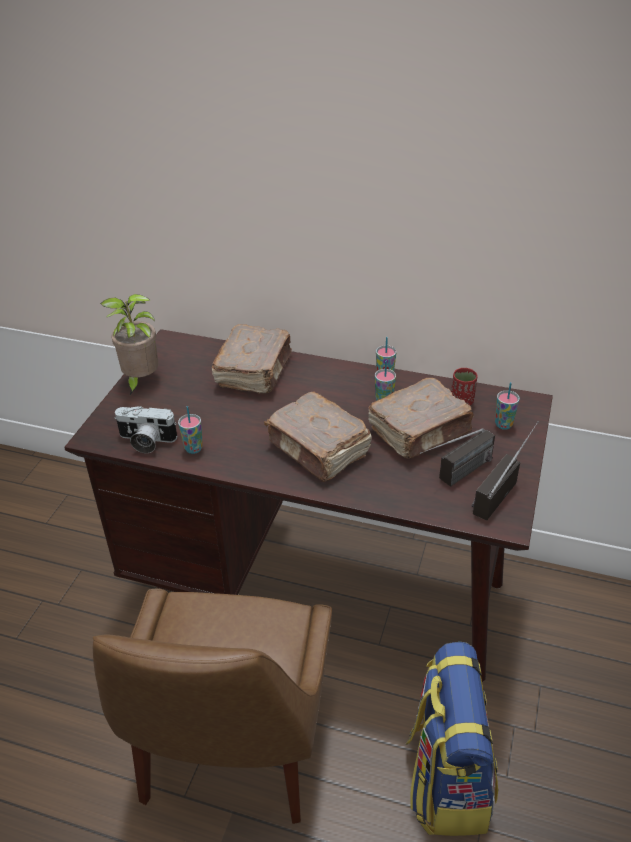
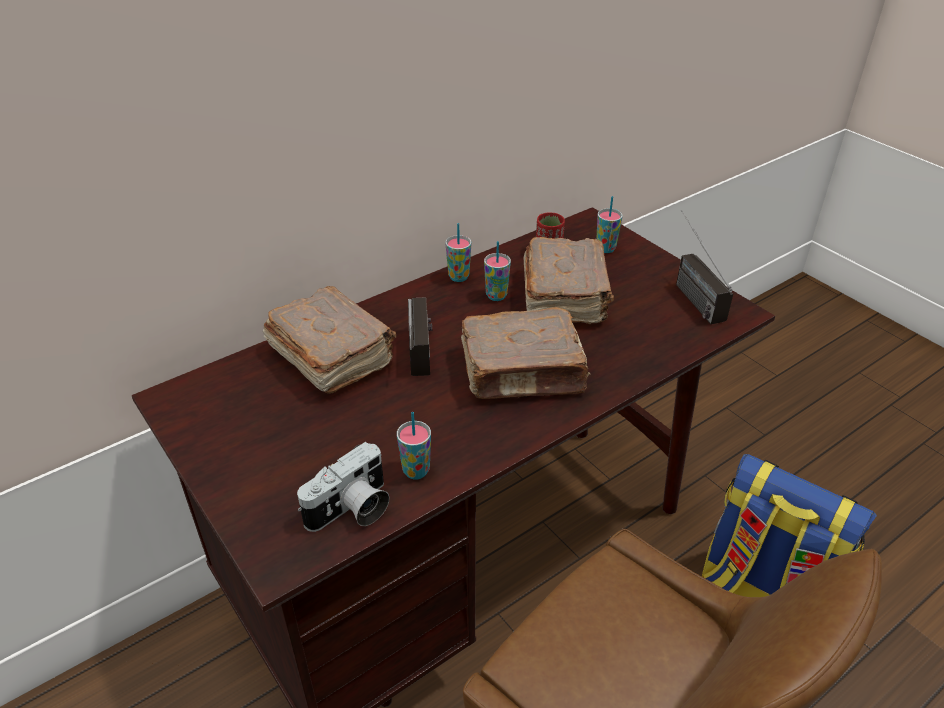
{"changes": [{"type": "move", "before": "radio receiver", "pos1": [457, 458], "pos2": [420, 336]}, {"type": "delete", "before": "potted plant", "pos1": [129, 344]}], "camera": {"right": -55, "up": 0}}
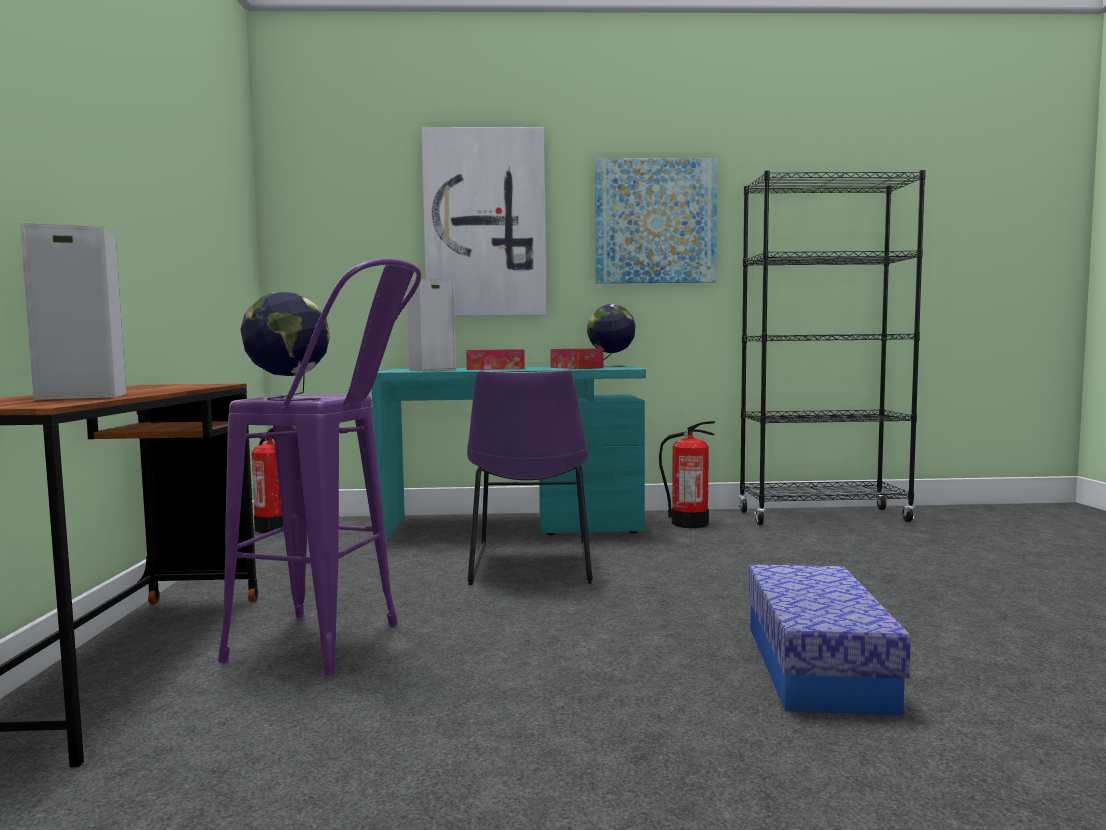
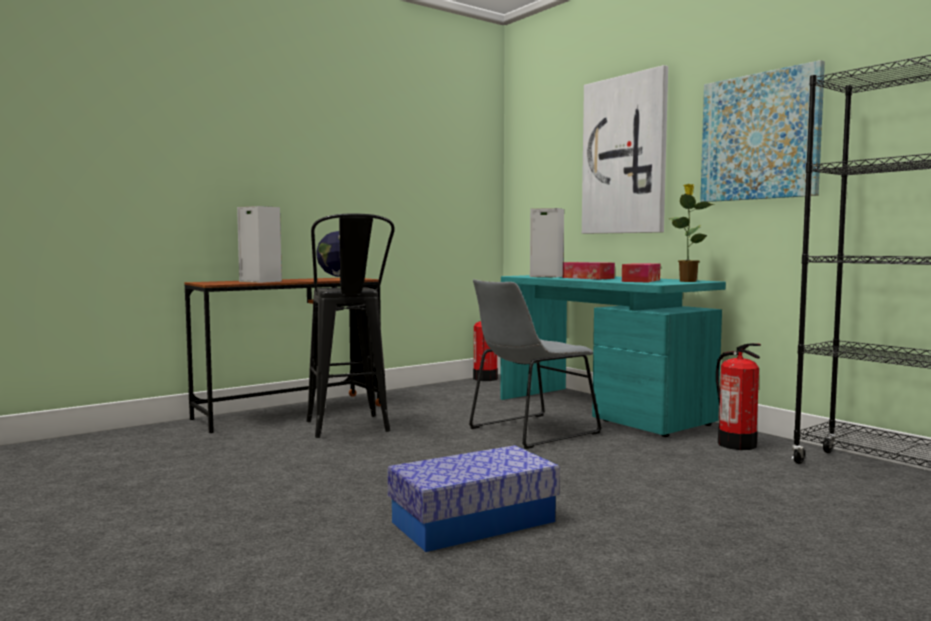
{"changes": [{"type": "recolor", "before": "sitting stool in purplish", "after": "sitting stool in blackish", "pos1": [319, 467], "pos2": [350, 325]}, {"type": "recolor", "before": "upright chair in purplish", "after": "upright chair in greyish", "pos1": [530, 477], "pos2": [535, 364]}, {"type": "replace", "before": "world globe", "after": "potted plant", "pos1": [611, 335], "pos2": [691, 233]}], "camera": {"right": 55, "up": 0}}
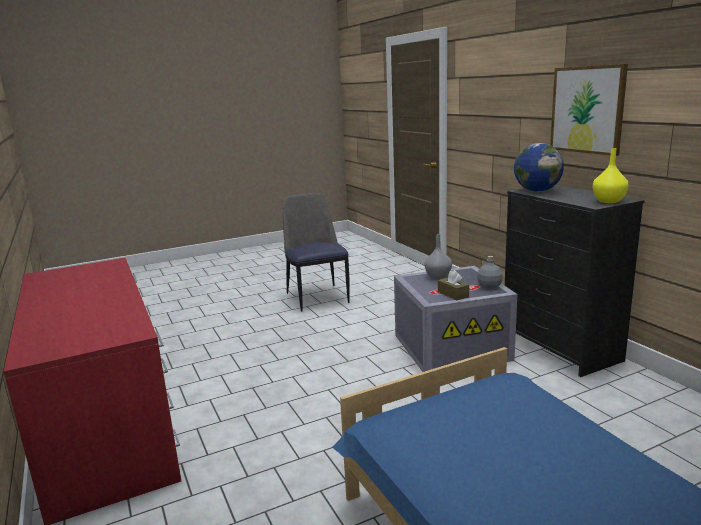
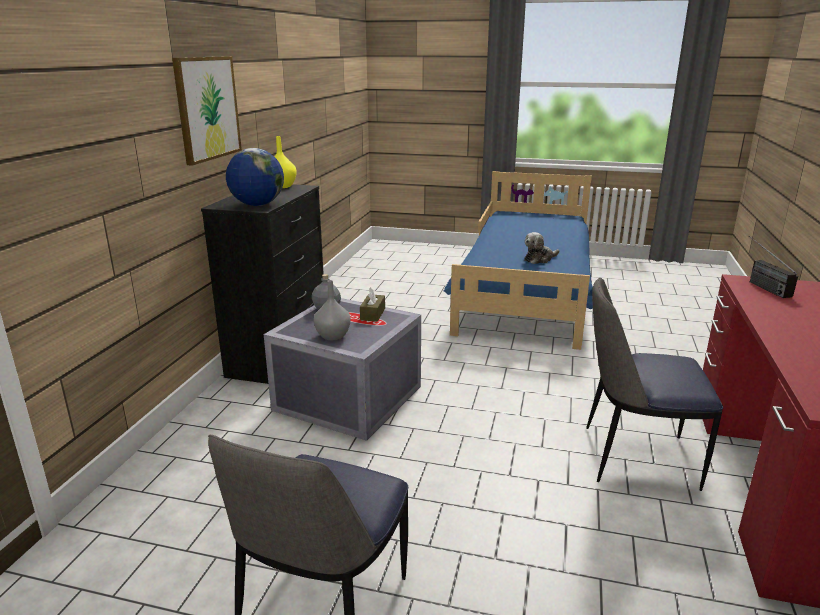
{"changes": [{"type": "insert", "after": "plush toy", "pos2": [541, 248]}, {"type": "insert", "after": "upright chair", "pos2": [654, 384]}, {"type": "insert", "after": "radio receiver", "pos2": [773, 267]}], "camera": {"right": -140, "up": 5}}
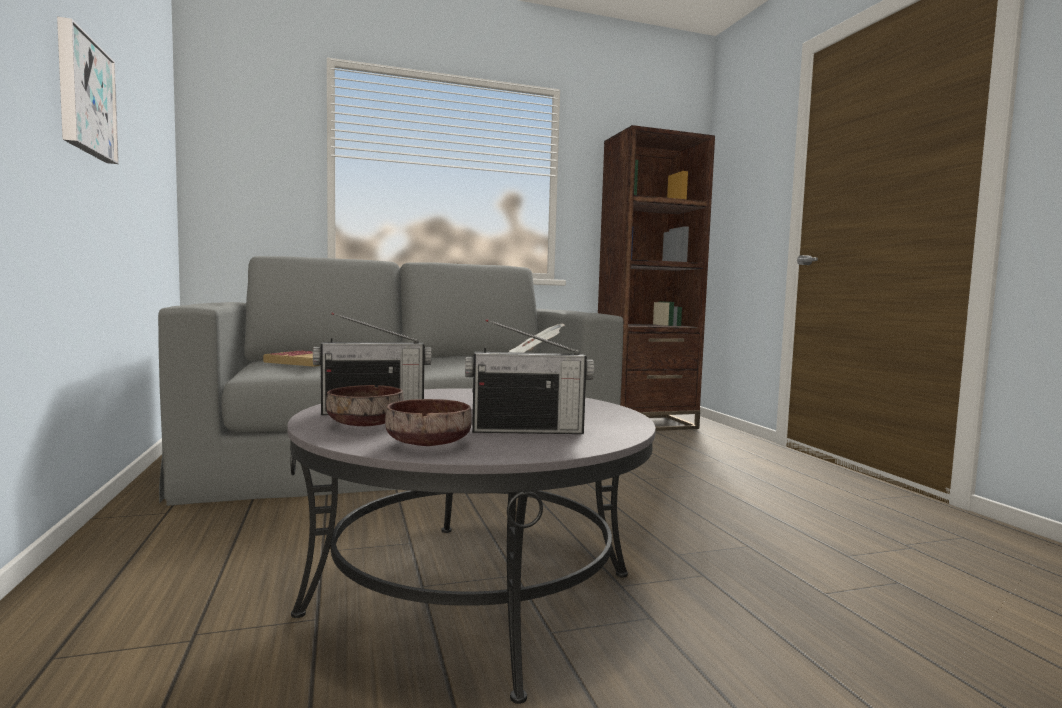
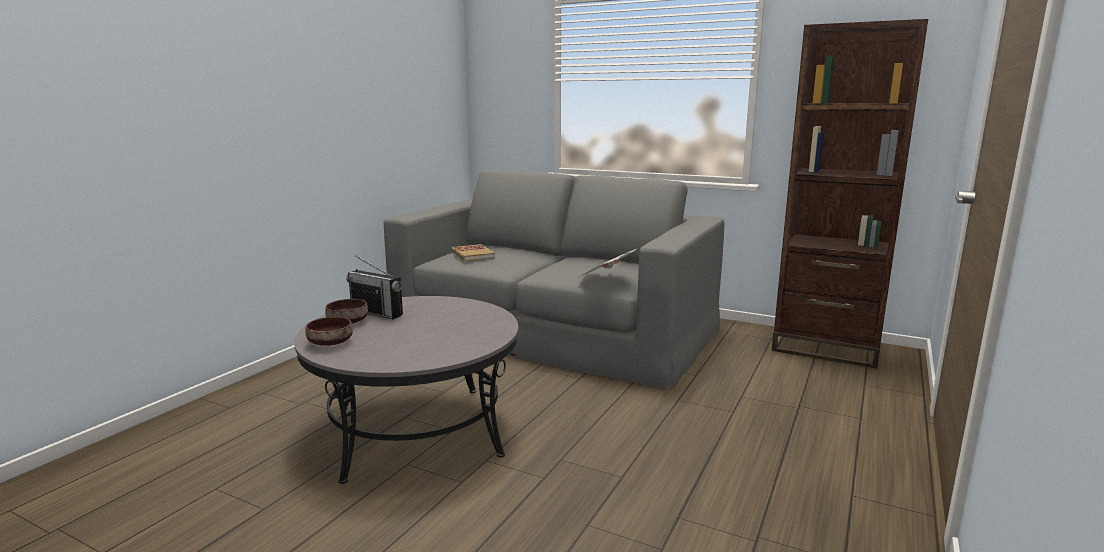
{"changes": [{"type": "delete", "before": "wall art", "pos1": [88, 90]}, {"type": "delete", "before": "radio receiver", "pos1": [529, 376]}], "camera": {"right": 45, "up": 10}}
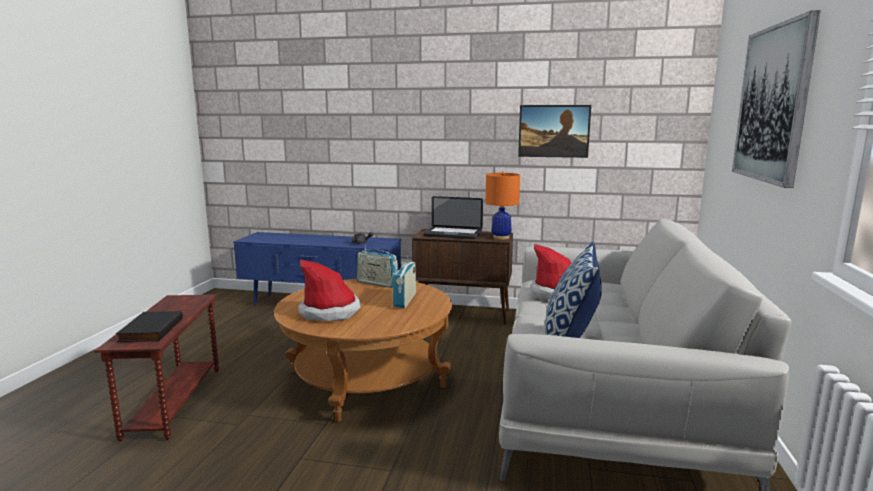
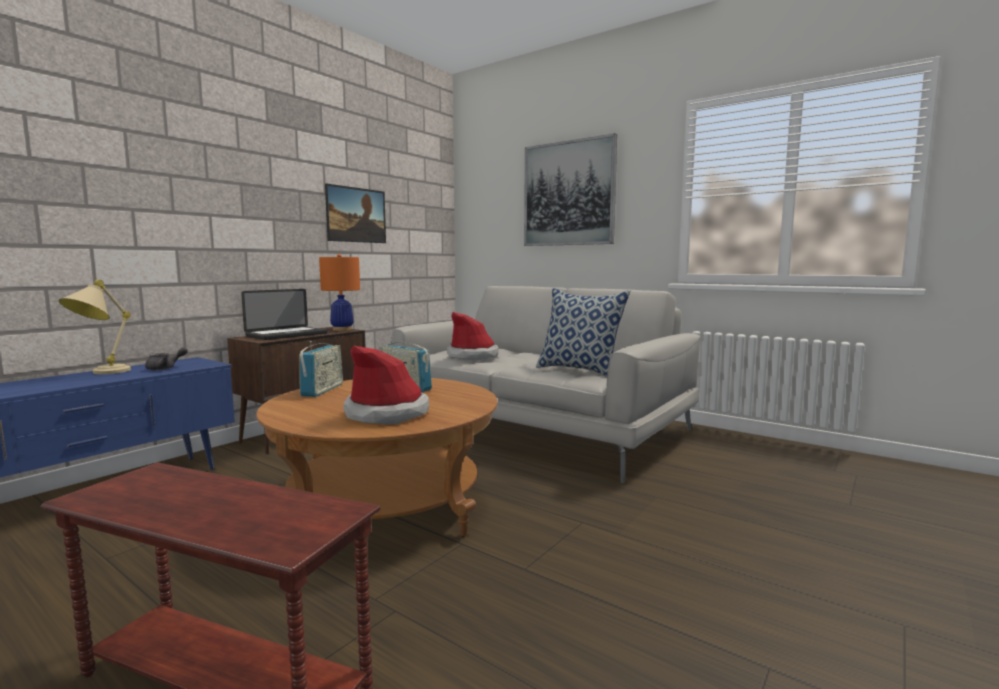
{"changes": [{"type": "insert", "after": "table lamp in sand-coloured", "pos2": [95, 327]}, {"type": "rotate", "before": "radio receiver", "pos1": [377, 266], "pos2": [321, 369], "turn": -45}, {"type": "delete", "before": "book in blackish", "pos1": [149, 326]}], "camera": {"right": -65, "up": -5}}
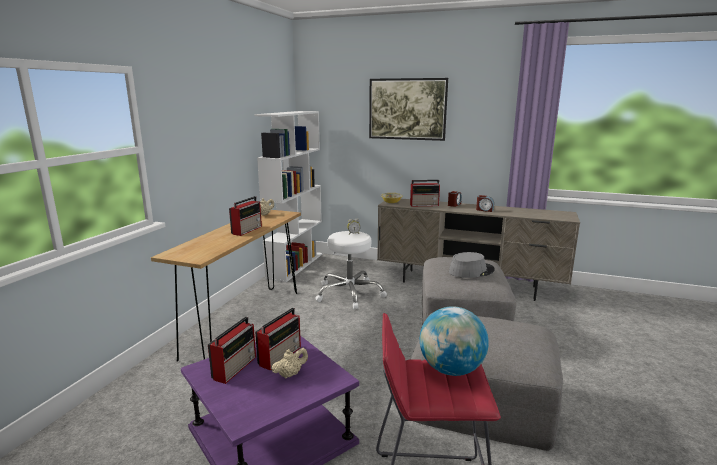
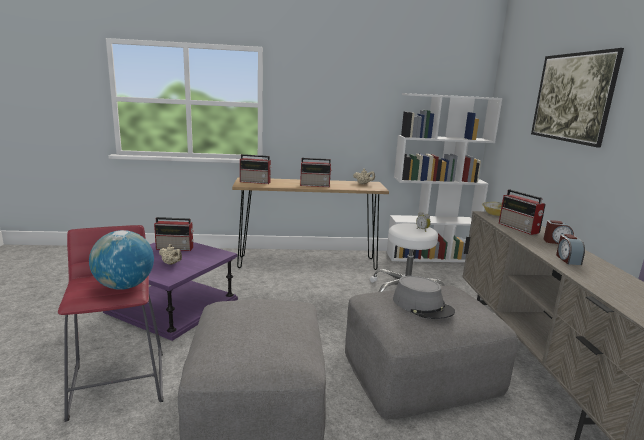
{"changes": [{"type": "move", "before": "radio receiver", "pos1": [278, 339], "pos2": [255, 169]}], "camera": {"right": 65, "up": 0}}
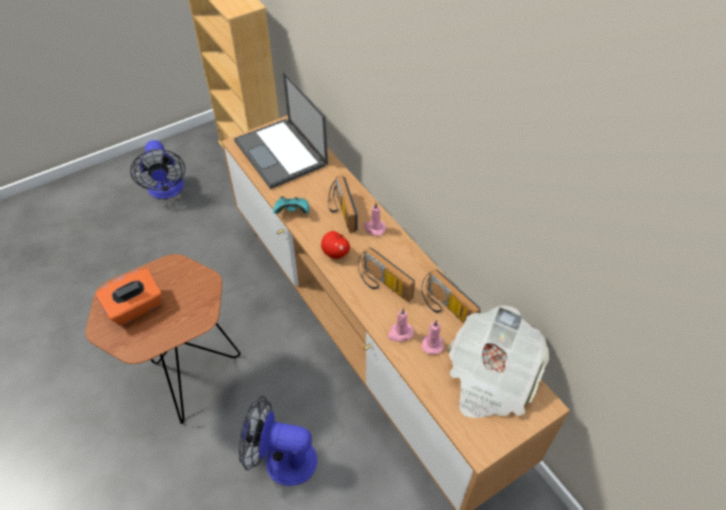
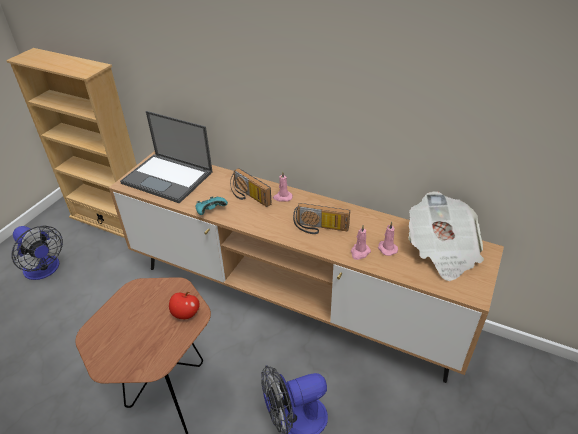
{"changes": [{"type": "move", "before": "whole apple", "pos1": [335, 245], "pos2": [184, 305]}, {"type": "delete", "before": "tissue holder in orange-coloured", "pos1": [128, 296]}, {"type": "delete", "before": "radio receiver", "pos1": [451, 296]}], "camera": {"right": -30, "up": -10}}
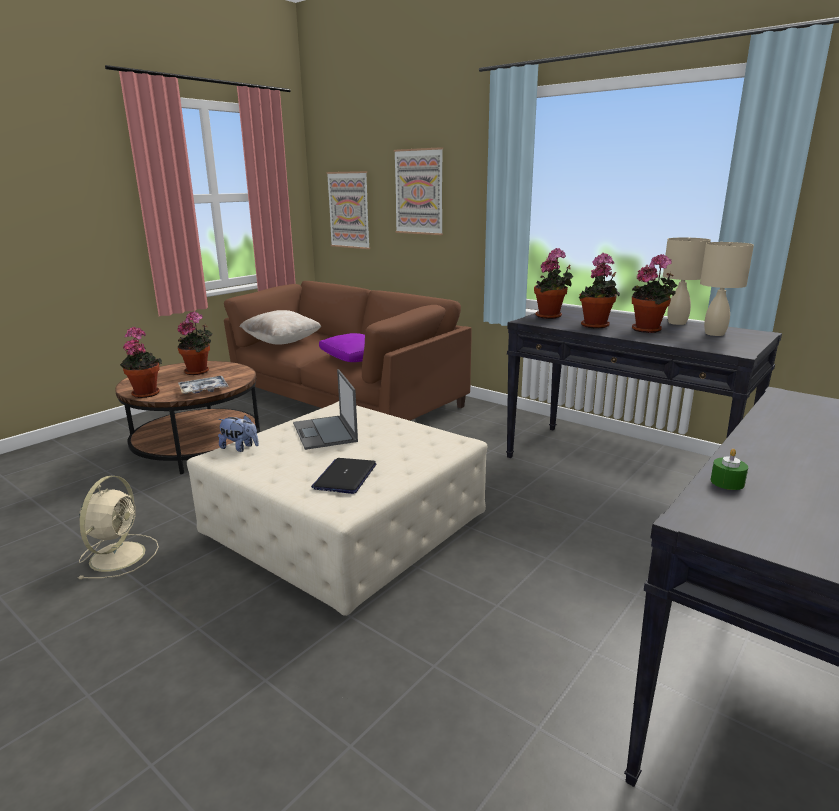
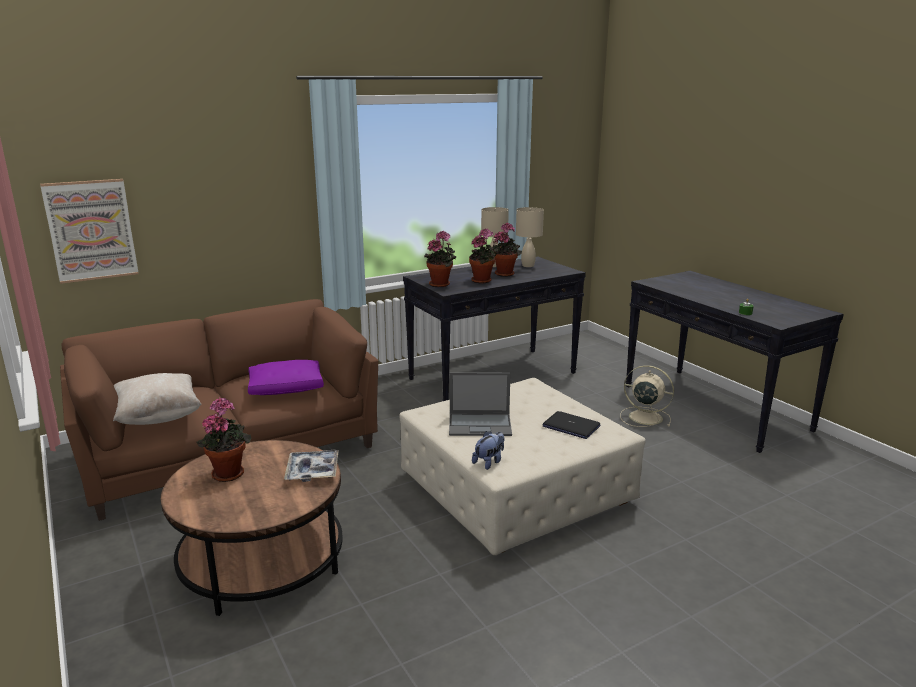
{"changes": [{"type": "move", "before": "electric fan in sand-coloured", "pos1": [119, 527], "pos2": [647, 396]}, {"type": "delete", "before": "potted plant", "pos1": [141, 362]}, {"type": "delete", "before": "wall art", "pos1": [418, 191]}], "camera": {"right": -70, "up": 0}}
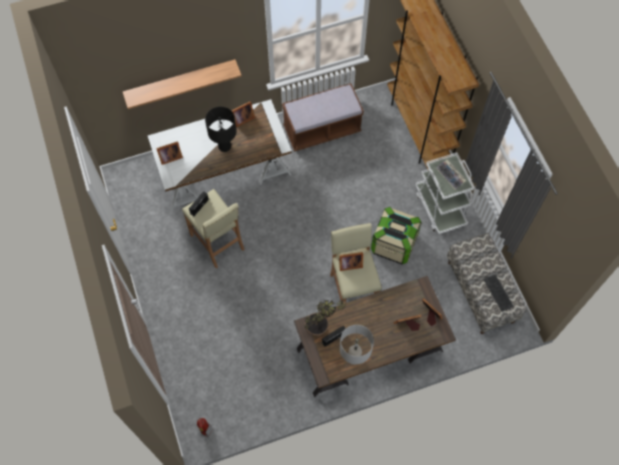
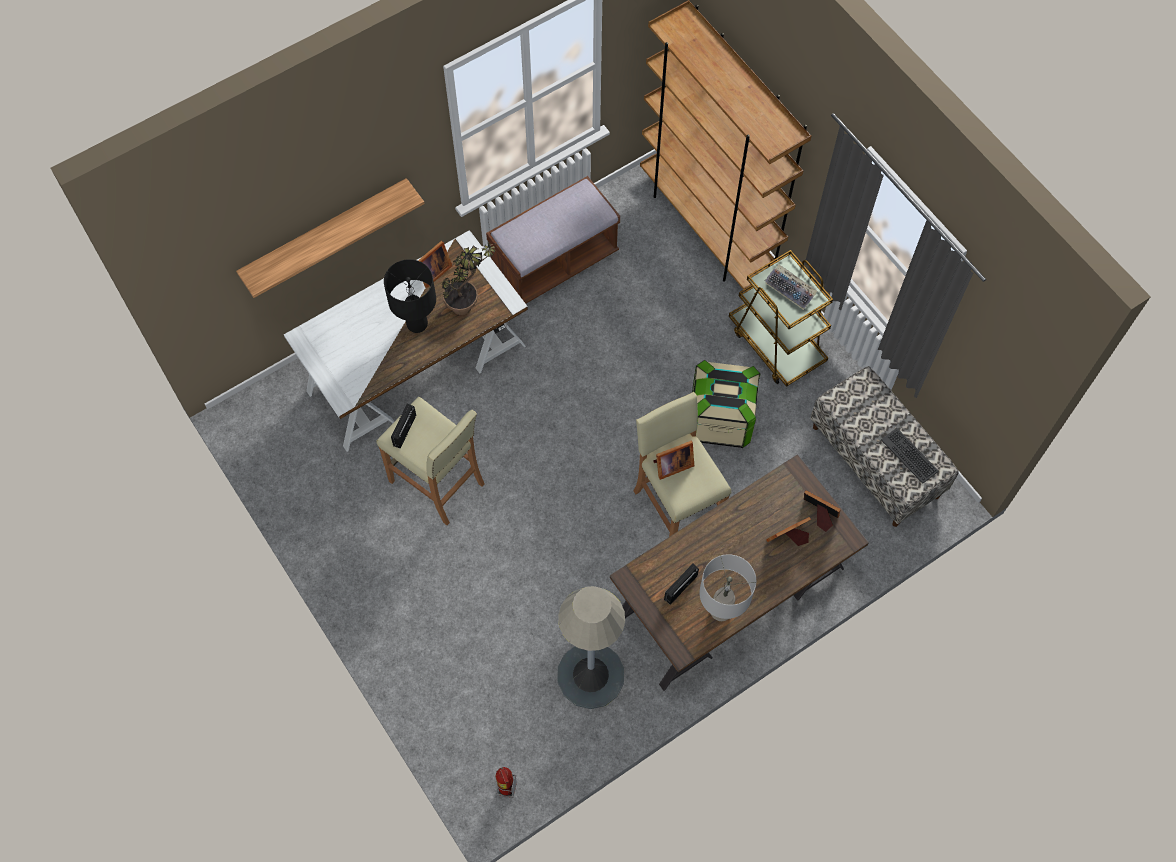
{"changes": [{"type": "move", "before": "potted plant", "pos1": [326, 318], "pos2": [469, 278]}, {"type": "insert", "after": "floor lamp in greyish", "pos2": [591, 647]}, {"type": "recolor", "before": "trolley in white", "after": "trolley in brown-coloured", "pos1": [445, 193], "pos2": [781, 318]}, {"type": "delete", "before": "photo frame", "pos1": [169, 153]}], "camera": {"right": -15, "up": 0}}
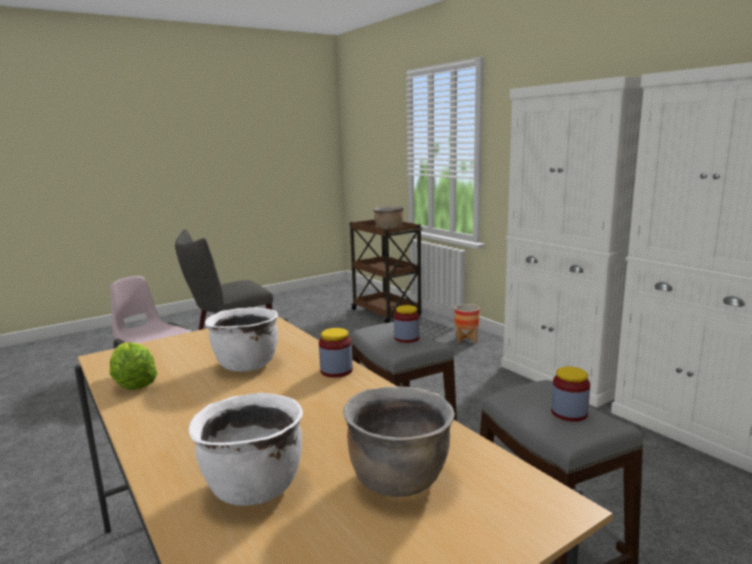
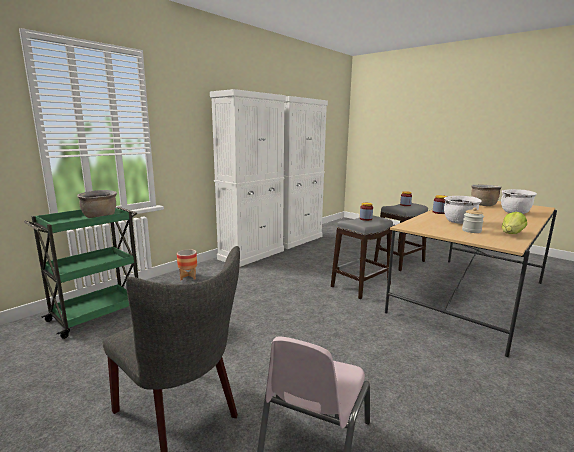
{"changes": [{"type": "recolor", "before": "trolley in brown-coloured", "after": "trolley in green-coloured", "pos1": [386, 271], "pos2": [81, 273]}, {"type": "insert", "after": "preserve jar", "pos2": [473, 220]}], "camera": {"right": -105, "up": 0}}
